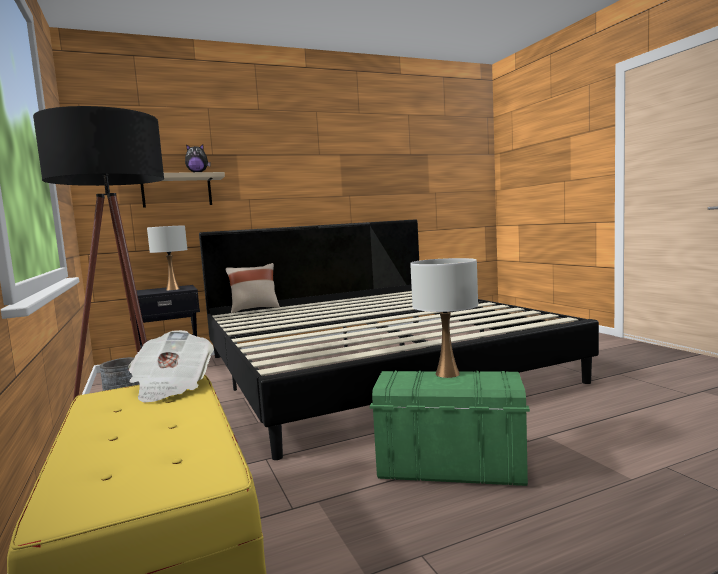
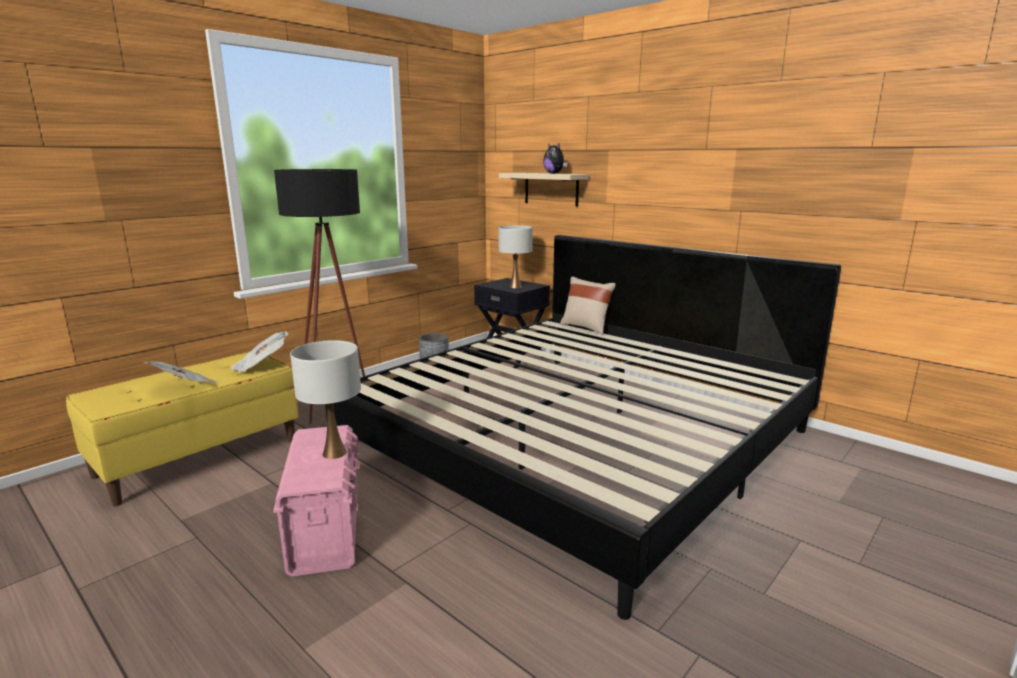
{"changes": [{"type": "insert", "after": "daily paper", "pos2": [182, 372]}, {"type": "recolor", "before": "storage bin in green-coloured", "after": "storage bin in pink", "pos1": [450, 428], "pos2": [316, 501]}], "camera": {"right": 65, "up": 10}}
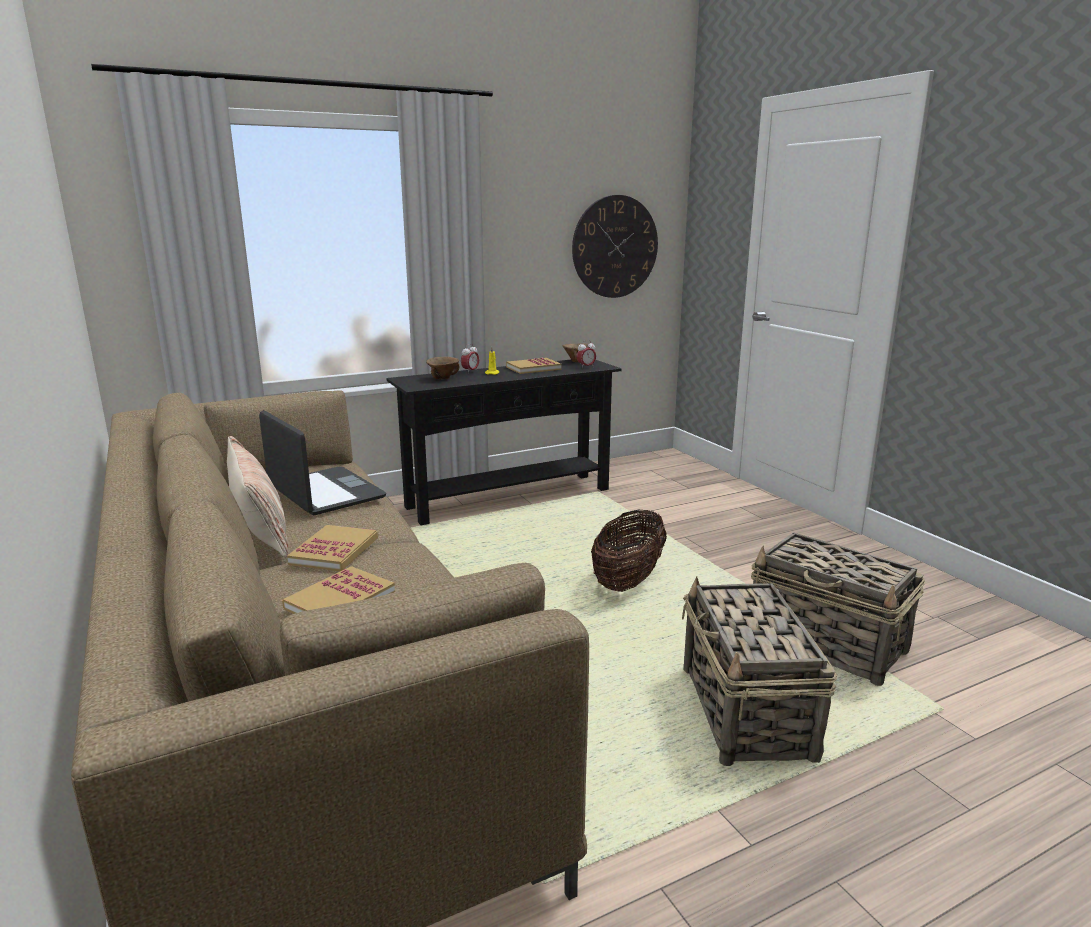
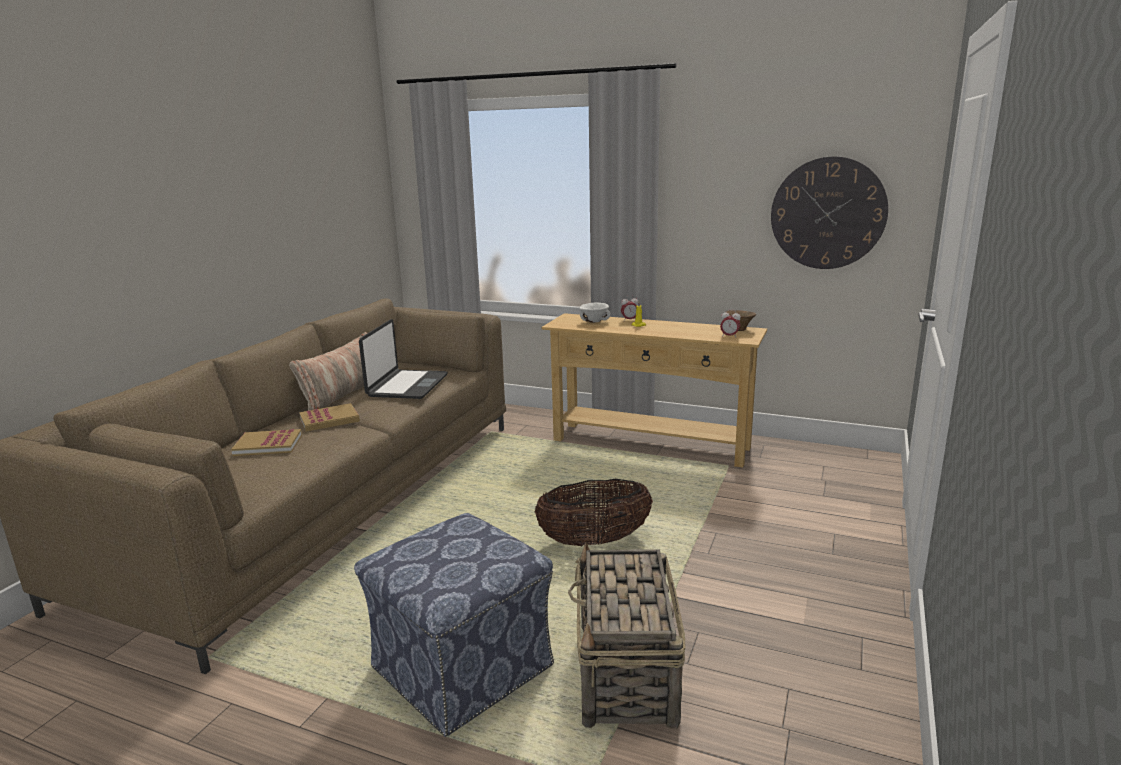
{"changes": [{"type": "replace", "before": "basket", "after": "footrest", "pos1": [759, 671], "pos2": [454, 625]}, {"type": "recolor", "before": "console table in blackish", "after": "console table in sand-coloured", "pos1": [504, 442], "pos2": [654, 390]}, {"type": "recolor", "before": "deep dish in brown-coloured", "after": "deep dish in white", "pos1": [443, 368], "pos2": [595, 312]}, {"type": "delete", "before": "book", "pos1": [534, 366]}], "camera": {"right": 50, "up": 0}}
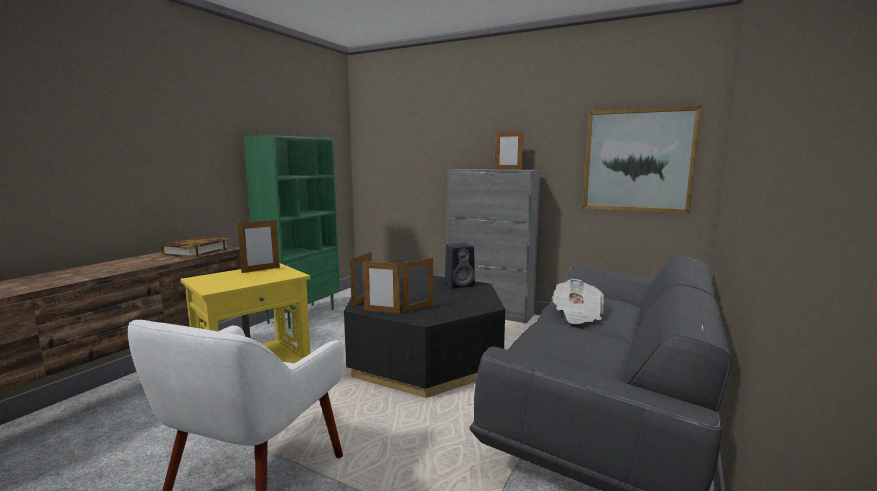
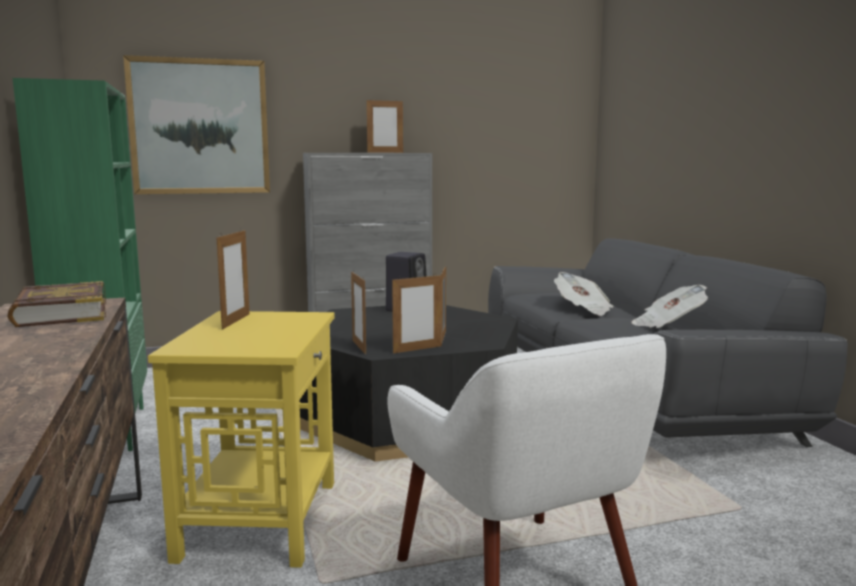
{"changes": [{"type": "move", "before": "wall art", "pos1": [642, 160], "pos2": [196, 124]}, {"type": "insert", "after": "daily paper", "pos2": [670, 306]}], "camera": {"right": -45, "up": 0}}
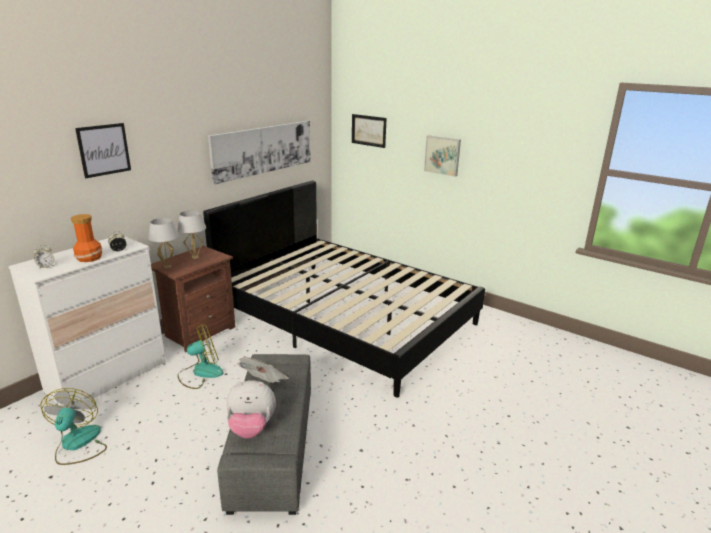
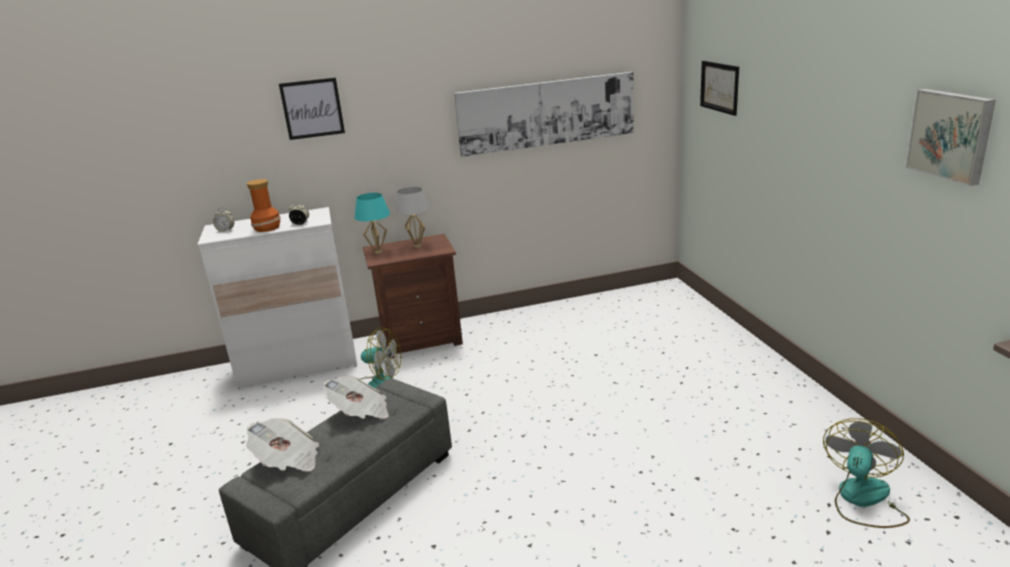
{"changes": [{"type": "replace", "before": "plush toy", "after": "daily paper", "pos1": [251, 409], "pos2": [282, 445]}, {"type": "recolor", "before": "table lamp in white", "after": "table lamp in turquoise", "pos1": [163, 243], "pos2": [372, 223]}, {"type": "move", "before": "electric fan", "pos1": [74, 426], "pos2": [866, 473]}, {"type": "move", "before": "wall art", "pos1": [442, 156], "pos2": [951, 137]}, {"type": "delete", "before": "bed in blackish", "pos1": [344, 289]}], "camera": {"right": 40, "up": 0}}
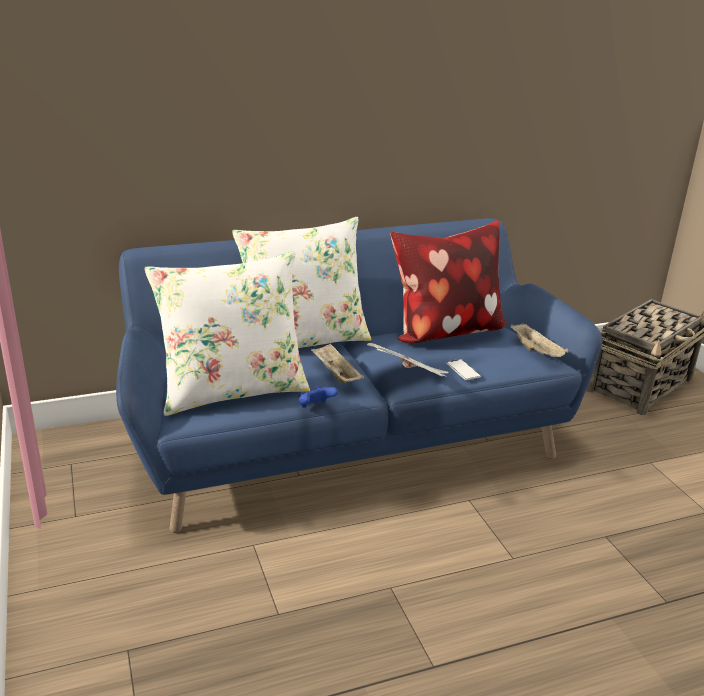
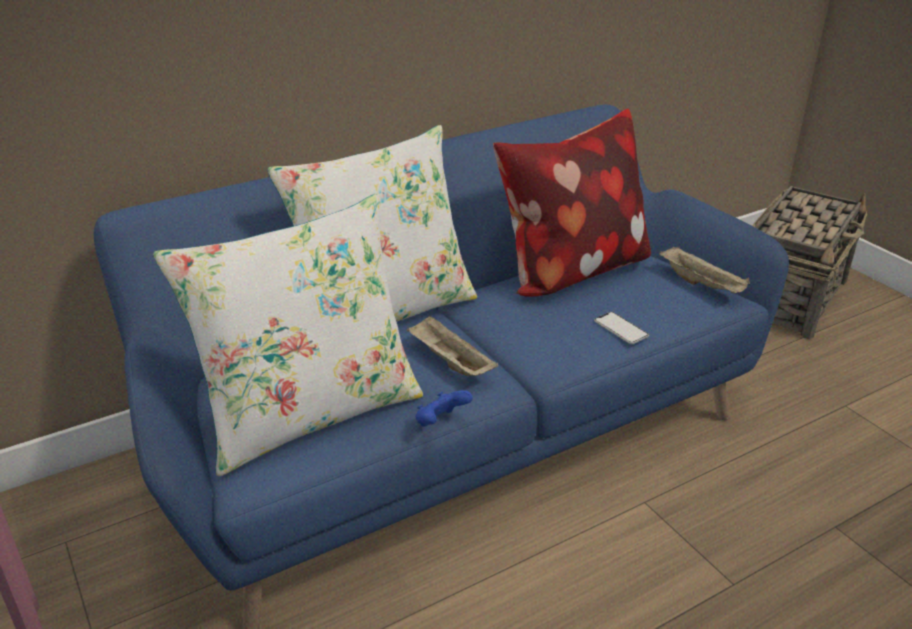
{"changes": [{"type": "delete", "before": "daily paper", "pos1": [408, 360]}], "camera": {"right": -10, "up": 5}}
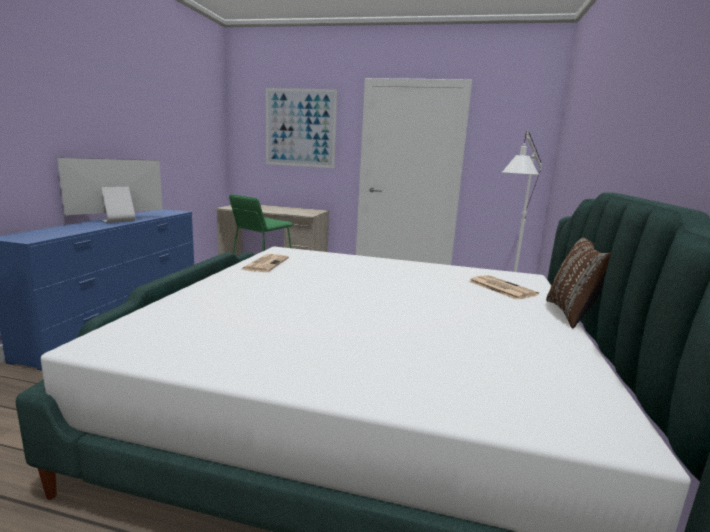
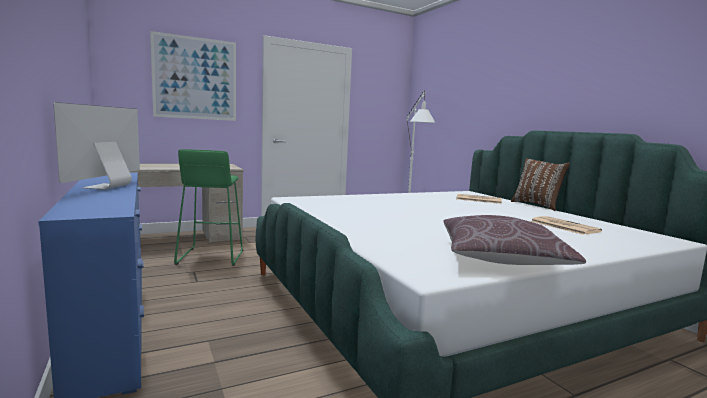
{"changes": [{"type": "insert", "after": "pillow in brown-coloured", "pos2": [514, 240]}, {"type": "move", "before": "daily paper", "pos1": [264, 263], "pos2": [566, 225]}], "camera": {"right": -40, "up": -5}}
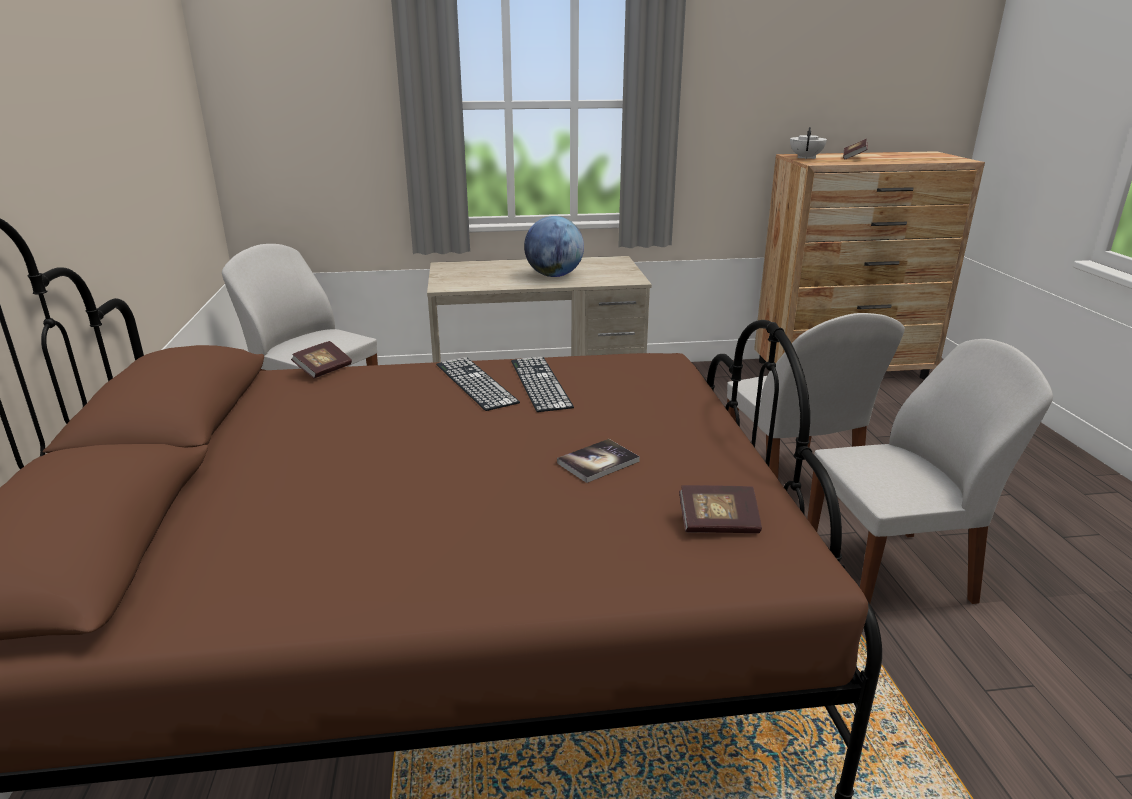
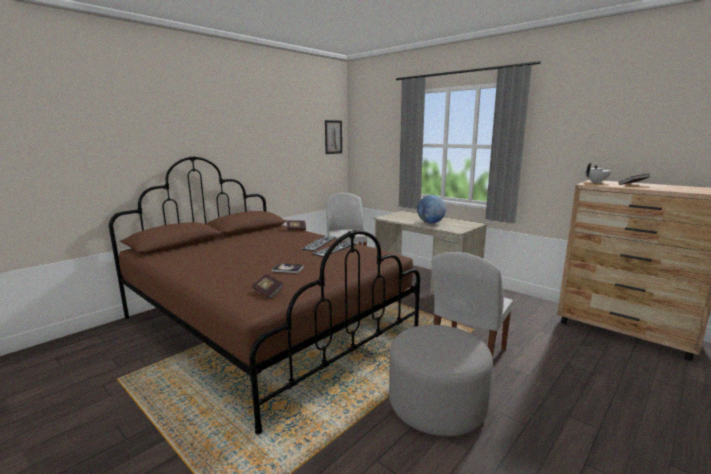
{"changes": [{"type": "insert", "after": "wall art", "pos2": [333, 137]}, {"type": "replace", "before": "upright chair in white", "after": "footrest in greyish", "pos1": [930, 471], "pos2": [441, 380]}], "camera": {"right": 50, "up": -10}}
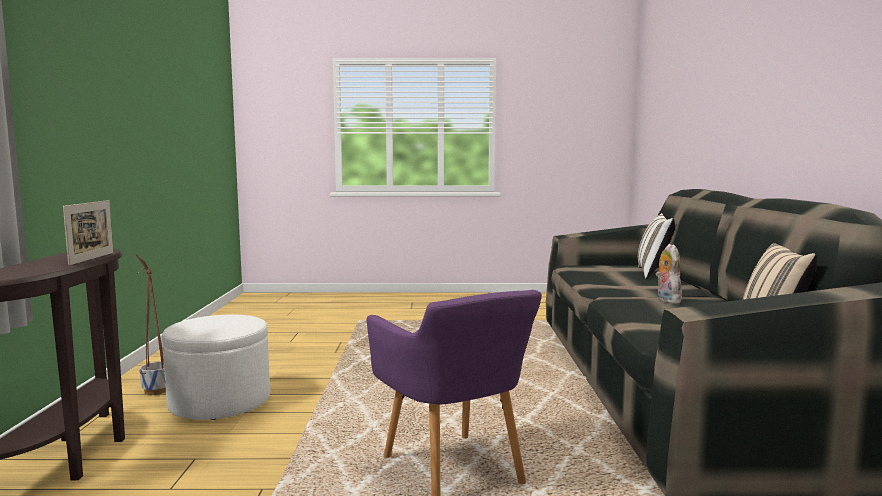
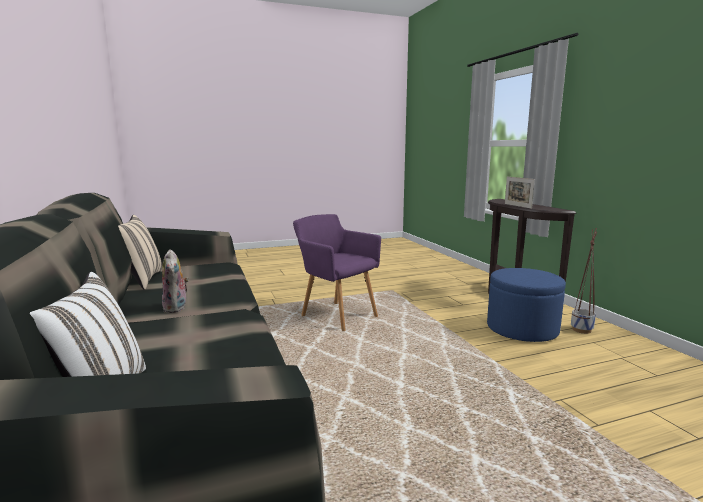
{"changes": [{"type": "recolor", "before": "footrest in white", "after": "footrest in bluish", "pos1": [216, 367], "pos2": [526, 305]}], "camera": {"right": 160, "up": 5}}
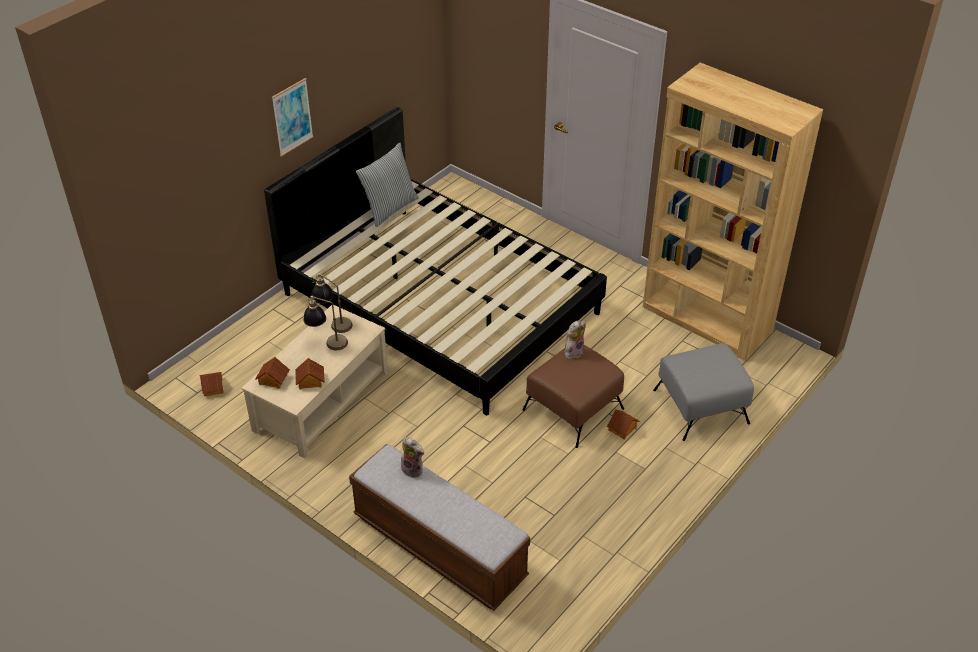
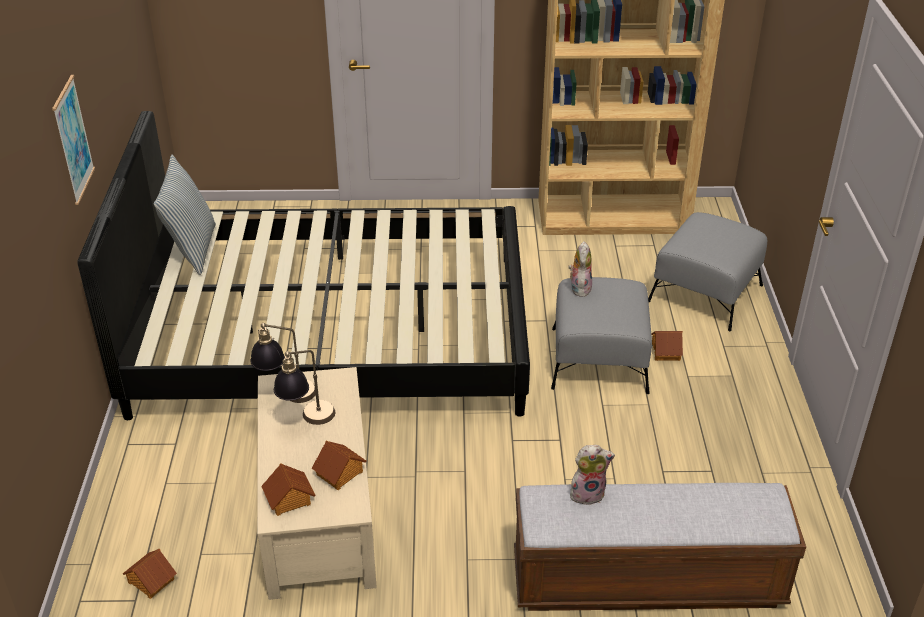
{"changes": [{"type": "recolor", "before": "footrest in brown-coloured", "after": "footrest in greyish", "pos1": [573, 396], "pos2": [601, 335]}], "camera": {"right": -40, "up": -5}}
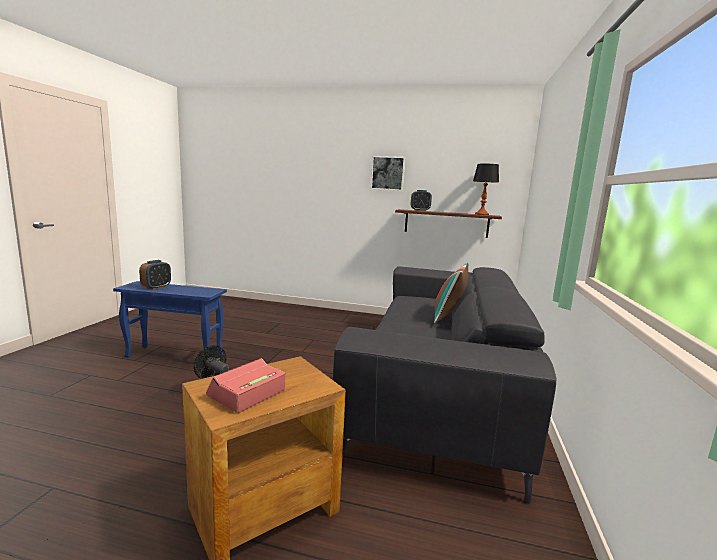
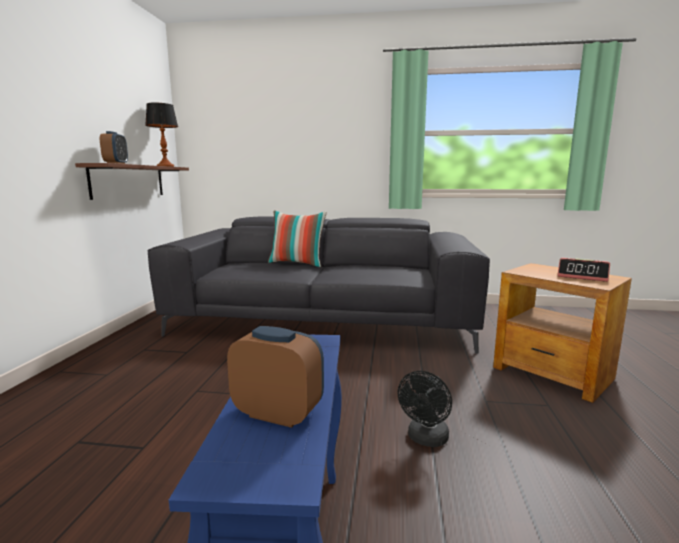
{"changes": [{"type": "delete", "before": "wall art", "pos1": [388, 173]}], "camera": {"right": -95, "up": 0}}
